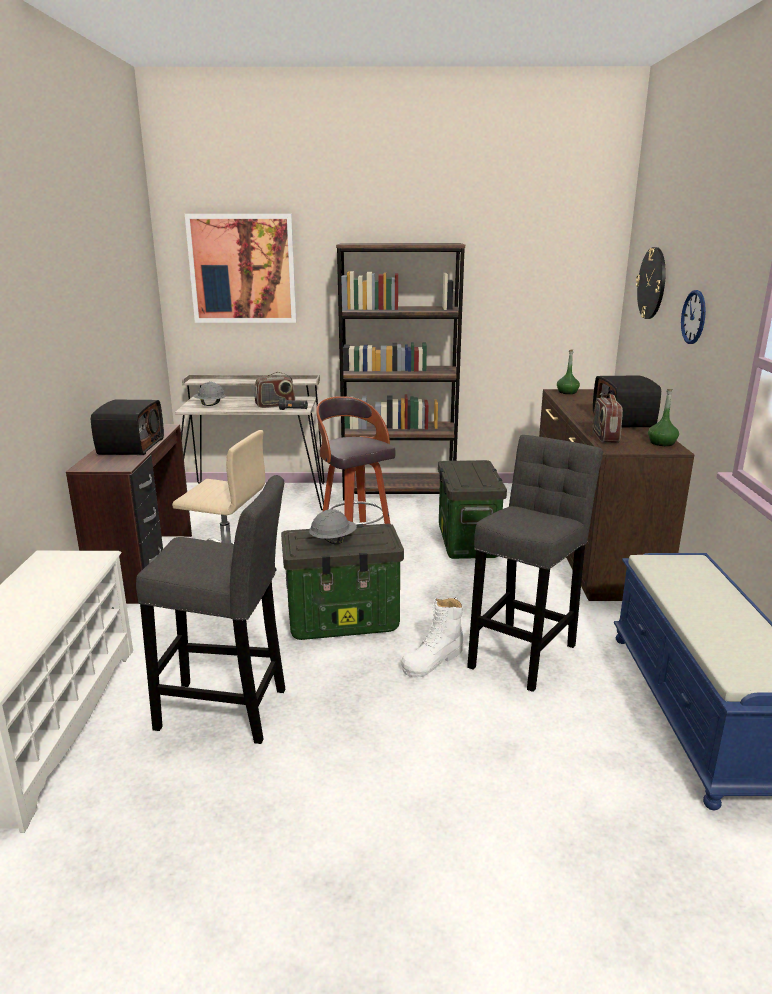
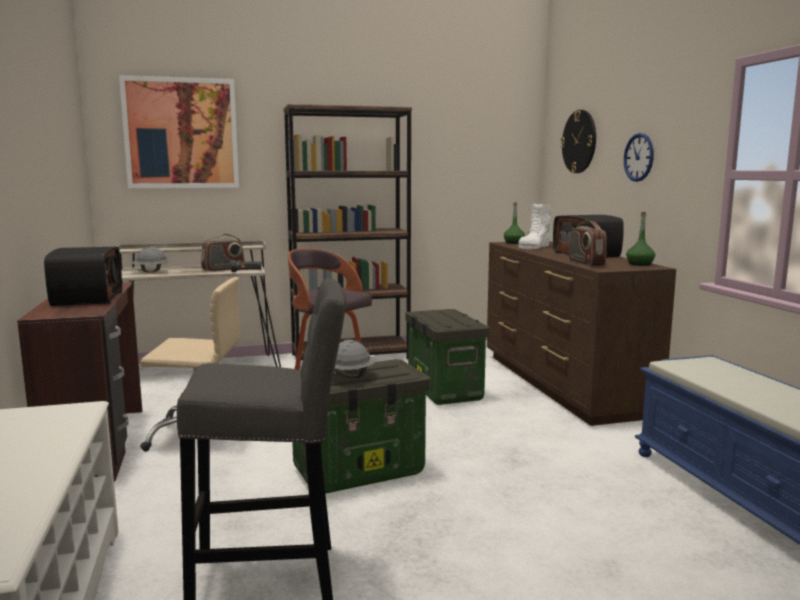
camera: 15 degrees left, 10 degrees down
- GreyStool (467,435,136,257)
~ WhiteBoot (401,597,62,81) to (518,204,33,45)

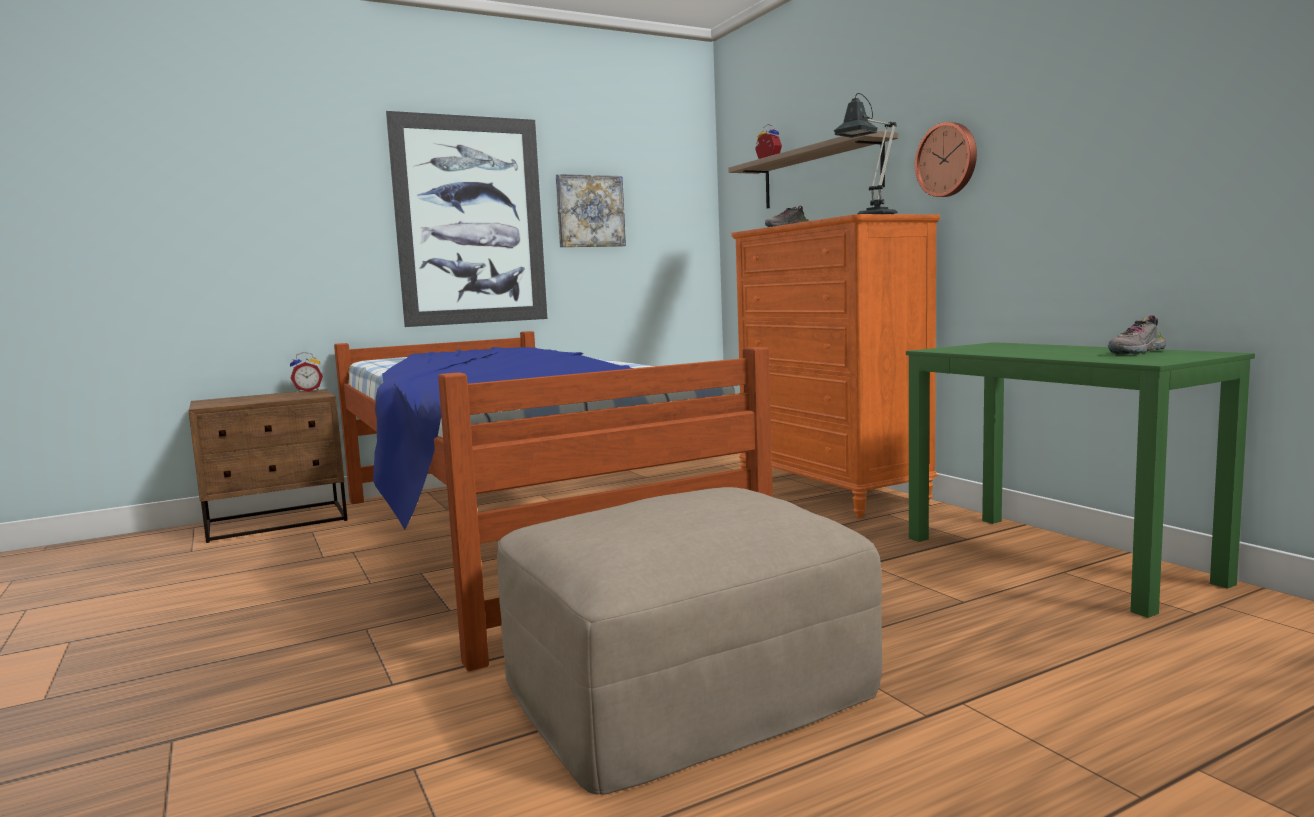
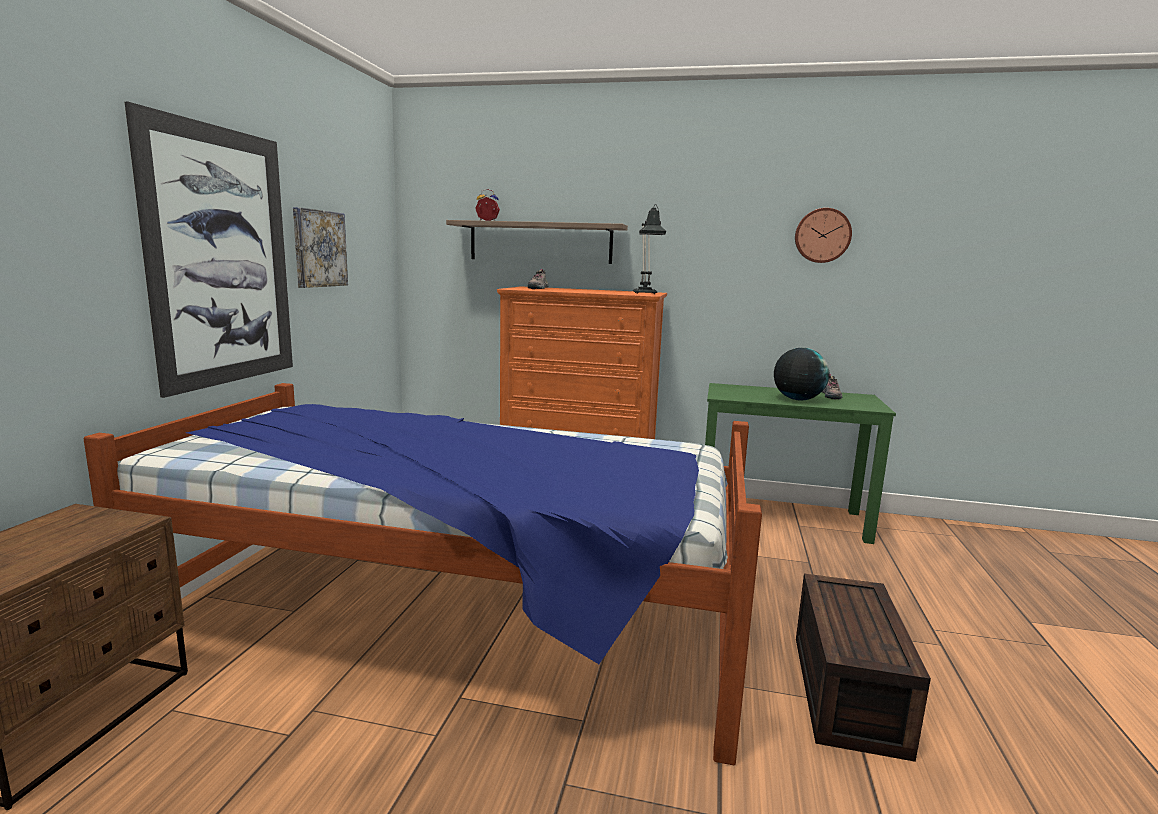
camera: 50 degrees left, 5 degrees up
~ WallClock (915,122,62,75) to (795,208,57,55)
- AlarmClock (290,352,33,40)
~ BeigeOttoman (497,487,385,308) to BrownStorageBox (796,574,135,188)
+ Globe (774,348,55,52)

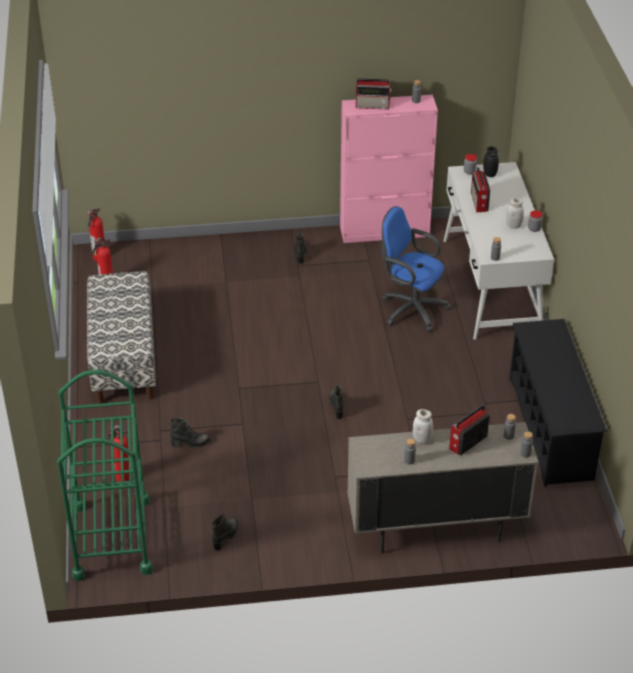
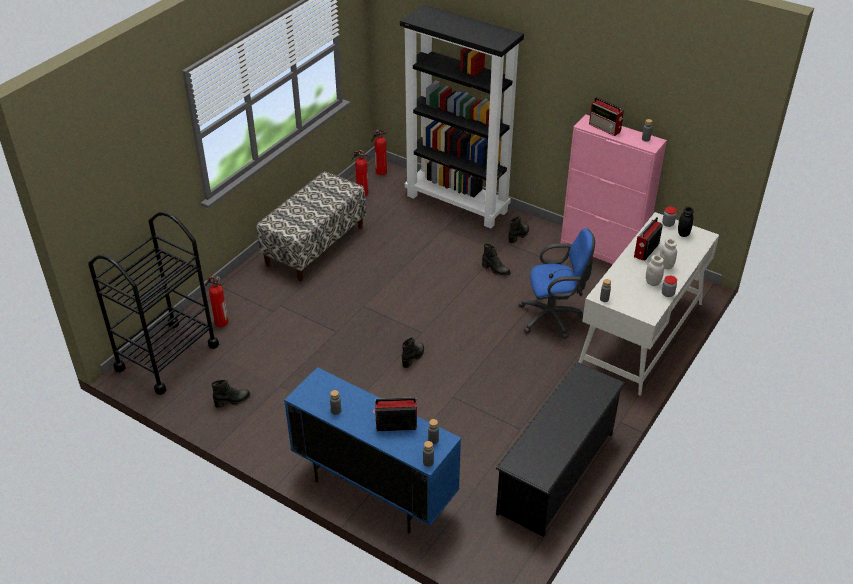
camera: 40 degrees right, 0 degrees up
~ BlueOfficeChair (381,206,70,126) = (519,228,76,111) 105 degrees clockwise
~ GreenCart (57,370,96,211) to BlackCart (88,212,131,183)
~ WhiteJar (413,409,20,35) to (660,239,17,30)
~ BlackBoot (170,418,41,30) to (482,244,29,32)
~ BeigeCabinet (347,422,192,131) to BlueCabinet (284,367,177,166)
+ BlackBookcase (400,5,124,223)

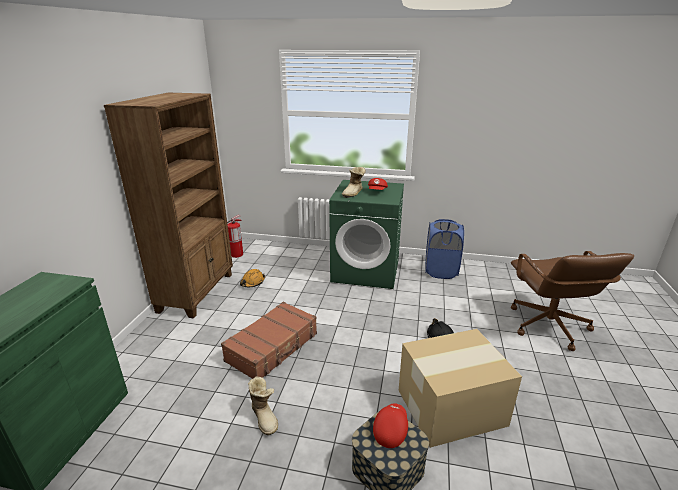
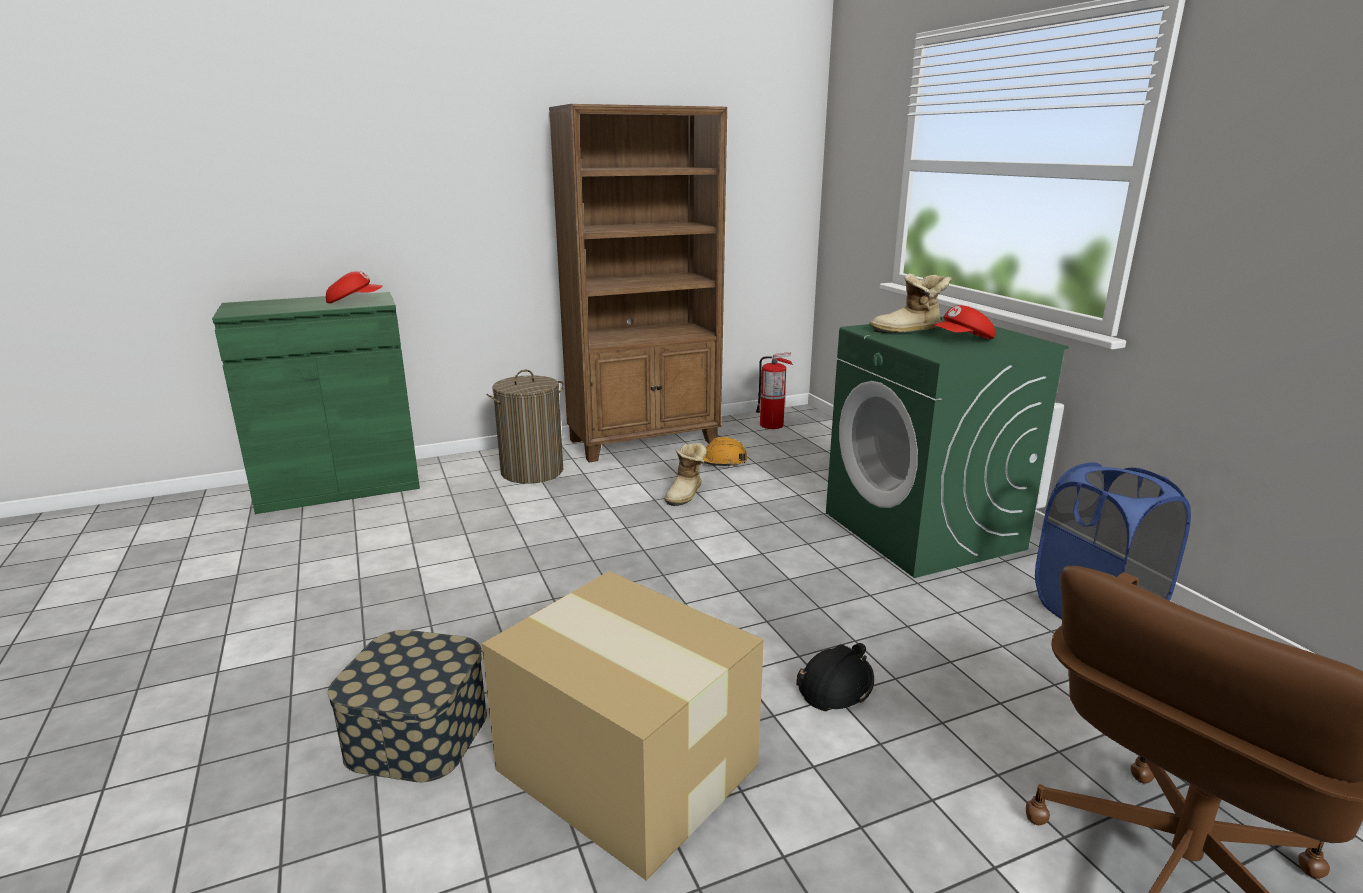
camera: 55 degrees right, 5 degrees down
- BrownSuitcase (221,302,96,77)
~ Boot (248,376,30,59) to (664,443,43,63)
~ RedCap (373,403,35,45) to (326,271,57,32)
+ LaundryBasket (486,370,78,114)

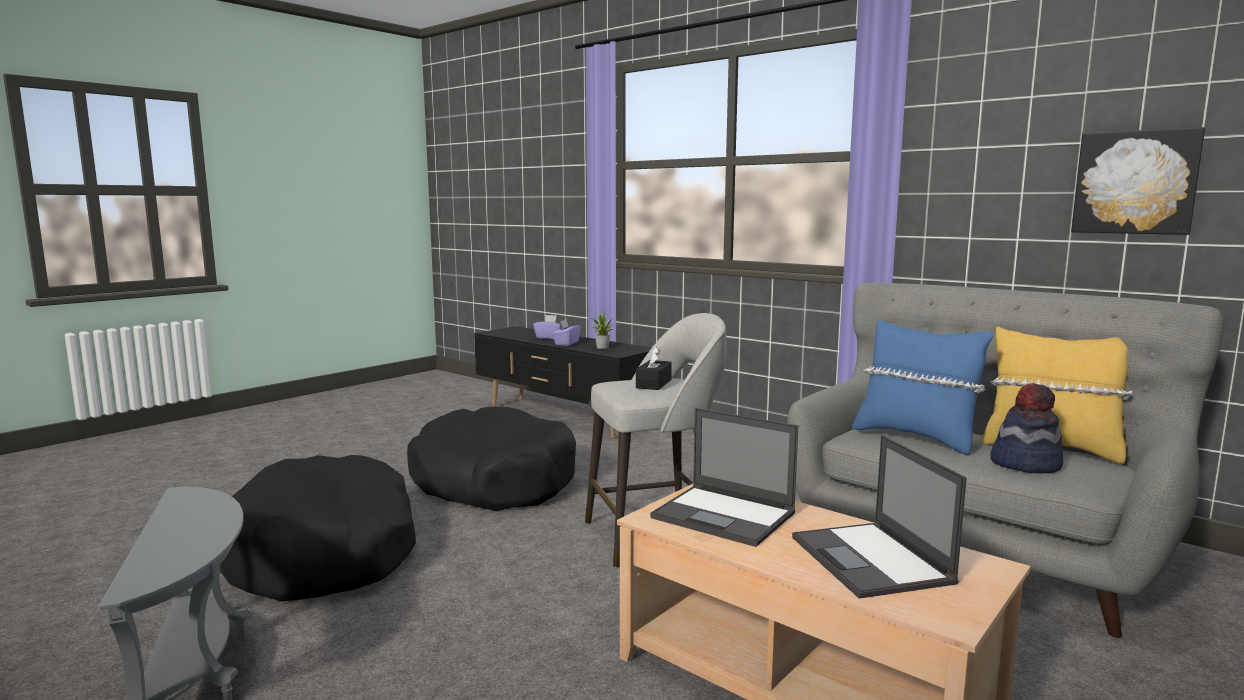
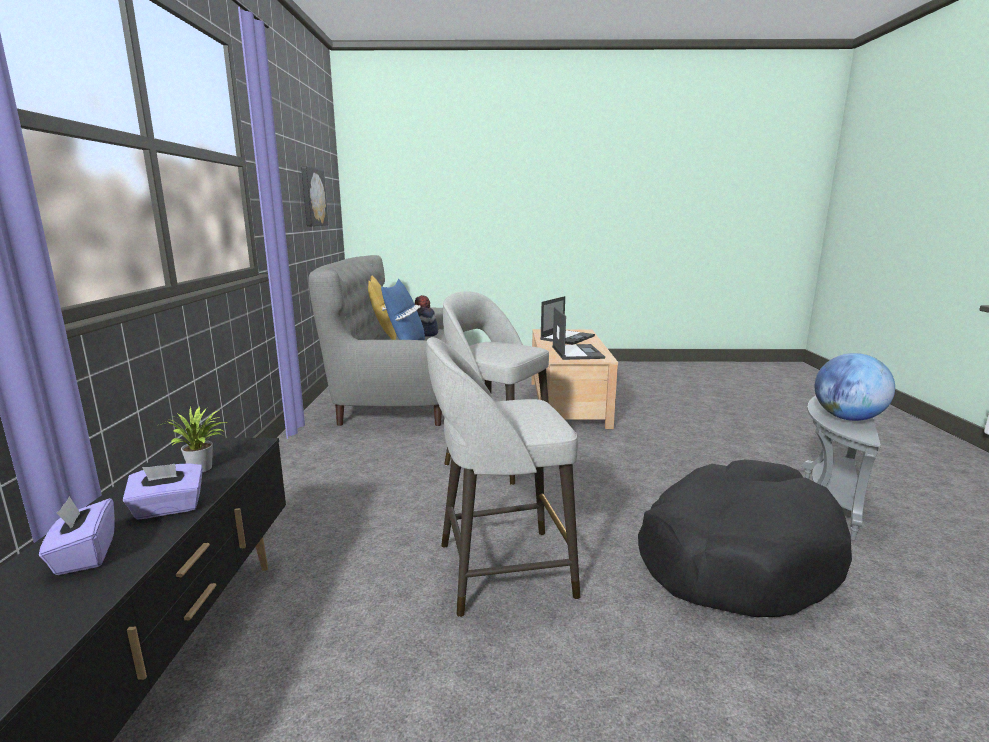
camera: 130 degrees left, 5 degrees up
- BlackTissueBox (636,347,36,43)
~ BlackDogBed (407,407,169,104) to GreyStool (427,337,153,280)
+ Globe (815,353,80,68)

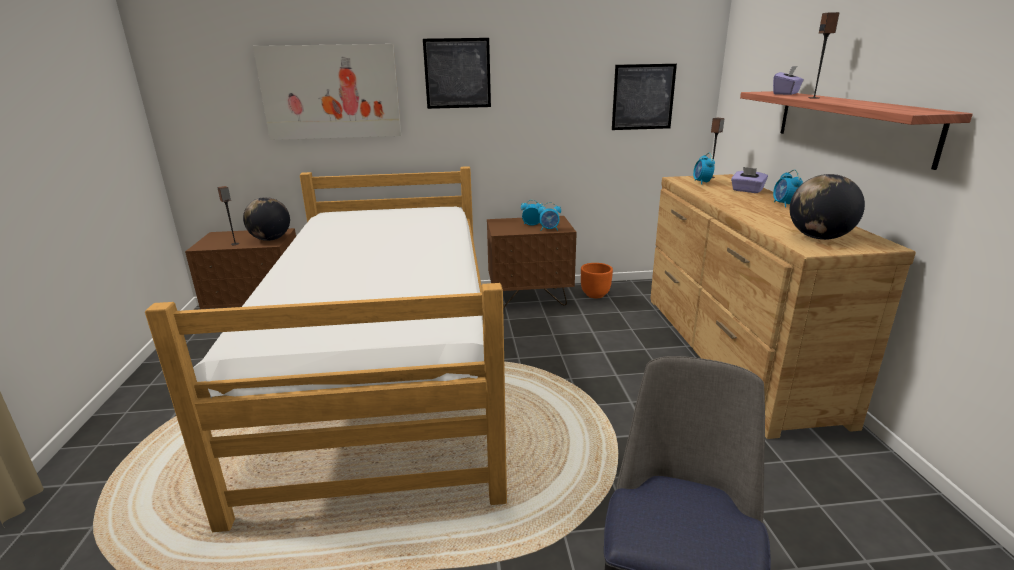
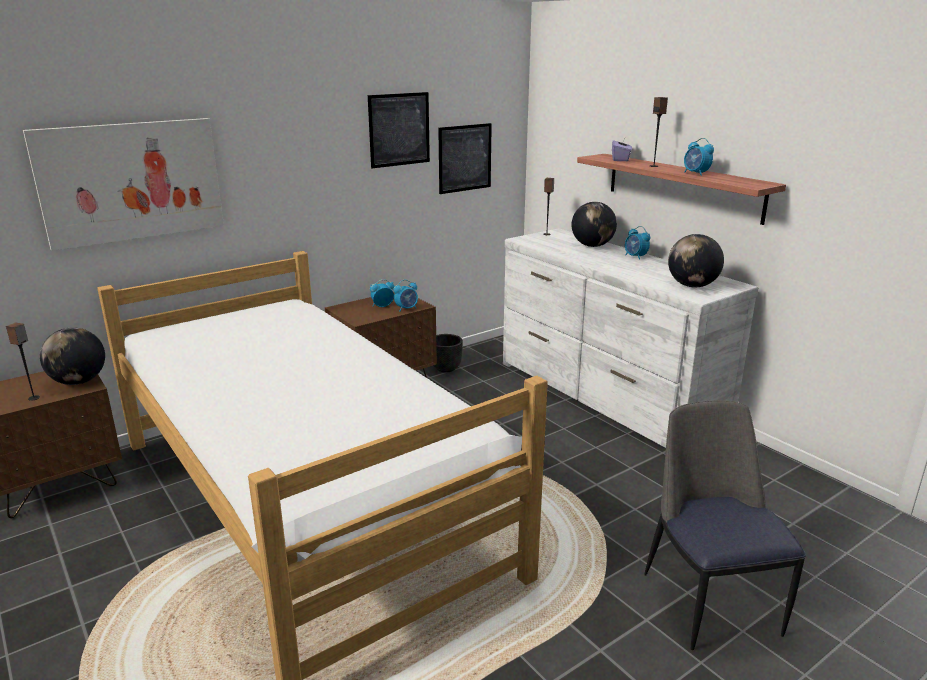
camera: 30 degrees left, 0 degrees up
~ Picture (423,38,68,71) to (368,92,62,76)
~ AlarmClock (693,153,22,32) to (684,138,30,38)
~ PurpleTissueBox (731,167,37,26) to Globe (572,202,45,45)
~ BrownDresser (650,174,266,265) to WhiteDresser (503,228,256,220)
~ OrangePlanter (581,263,32,35) to BlackPlanter (433,334,30,38)

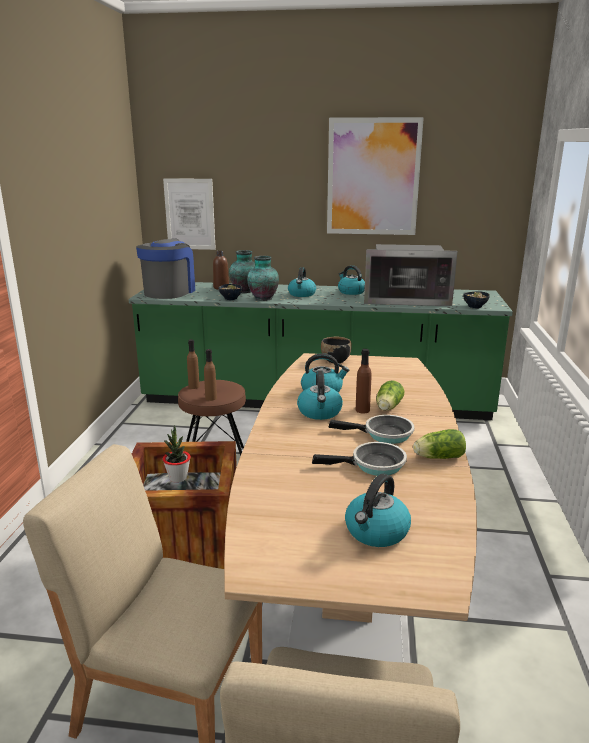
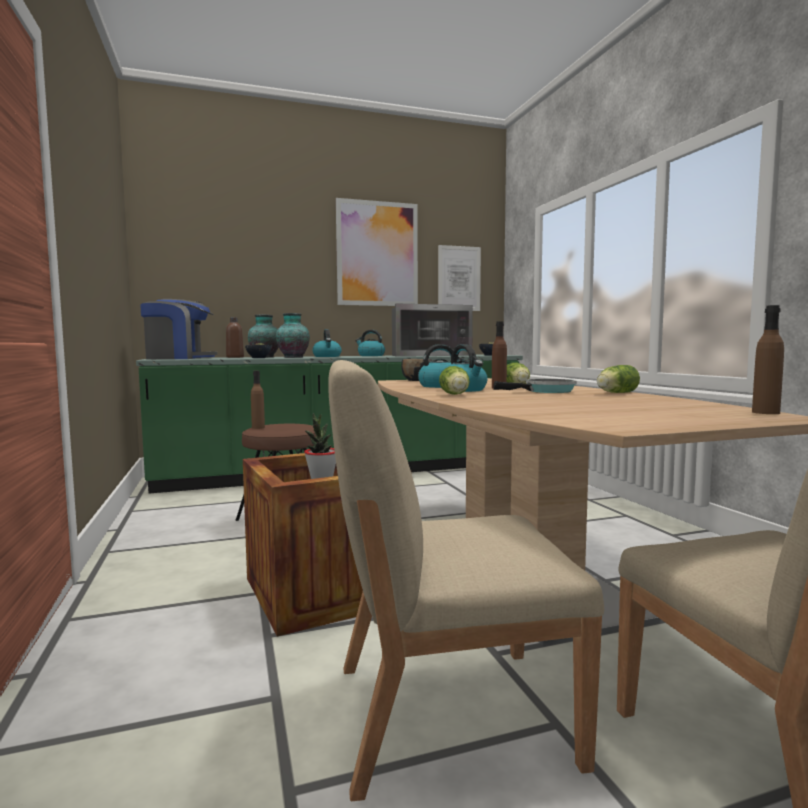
camera: 25 degrees left, 15 degrees down
~ Picture (163,178,53,72) to (438,245,43,66)
~ CoffeeMachine (136,239,59,60) = (140,299,77,60) 90 degrees clockwise
~ BrownBottle (204,349,13,52) to (752,305,32,109)
- FryingPan (312,442,95,34)
- Kettle (345,474,66,73)
+ Lettuce (439,366,31,29)

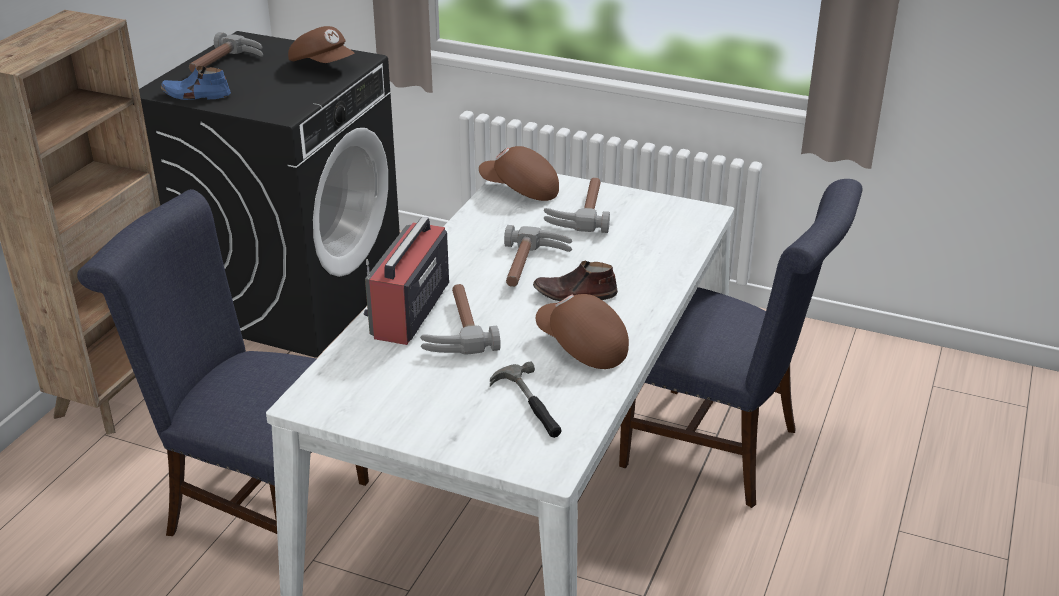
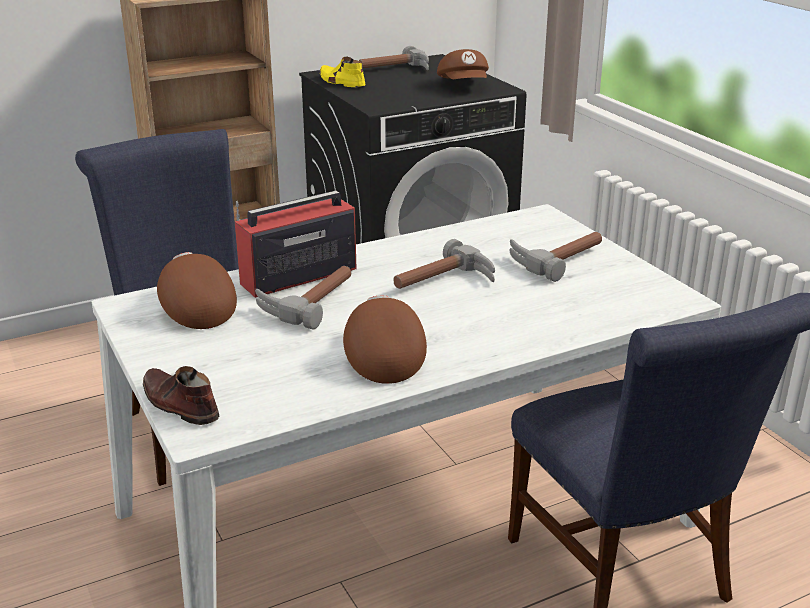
camera: 40 degrees right, 5 degrees down
~ BlueShoe (160,66,71,34) to YellowShoe (320,56,45,31)
~ BrownCap (479,146,80,55) to (157,252,80,77)
~ BrownShoe (533,261,85,40) to (143,366,76,59)
- Hammer (490,361,71,77)

